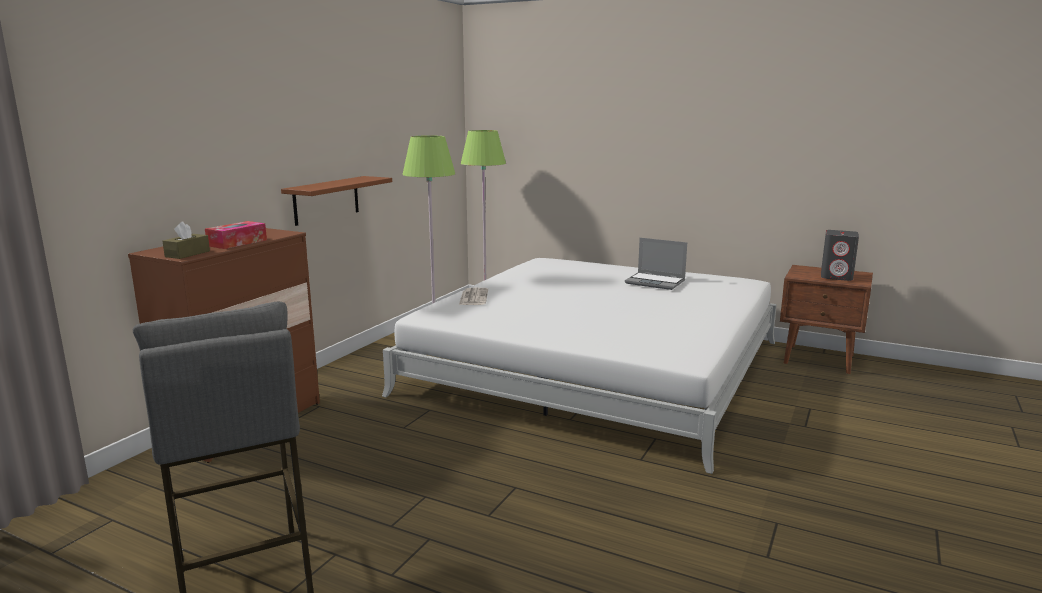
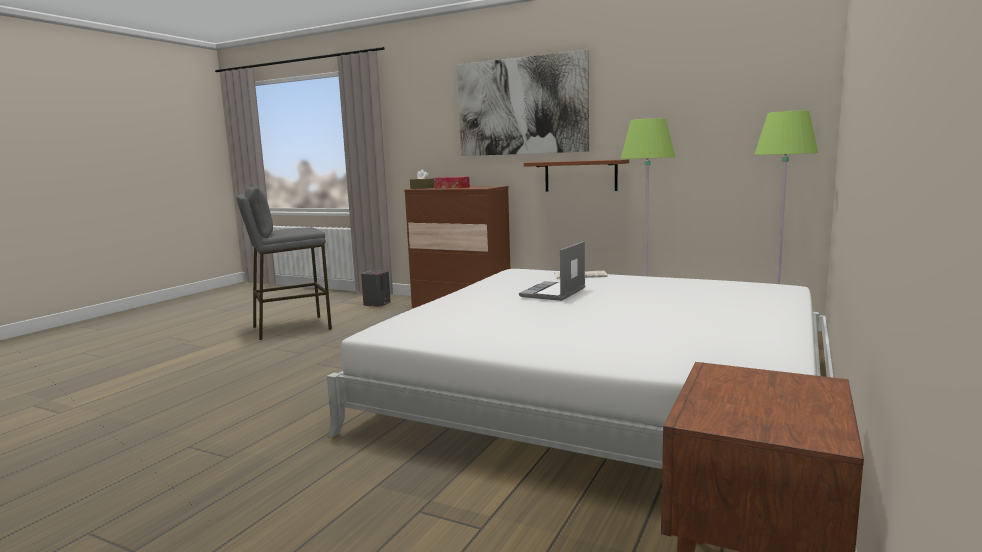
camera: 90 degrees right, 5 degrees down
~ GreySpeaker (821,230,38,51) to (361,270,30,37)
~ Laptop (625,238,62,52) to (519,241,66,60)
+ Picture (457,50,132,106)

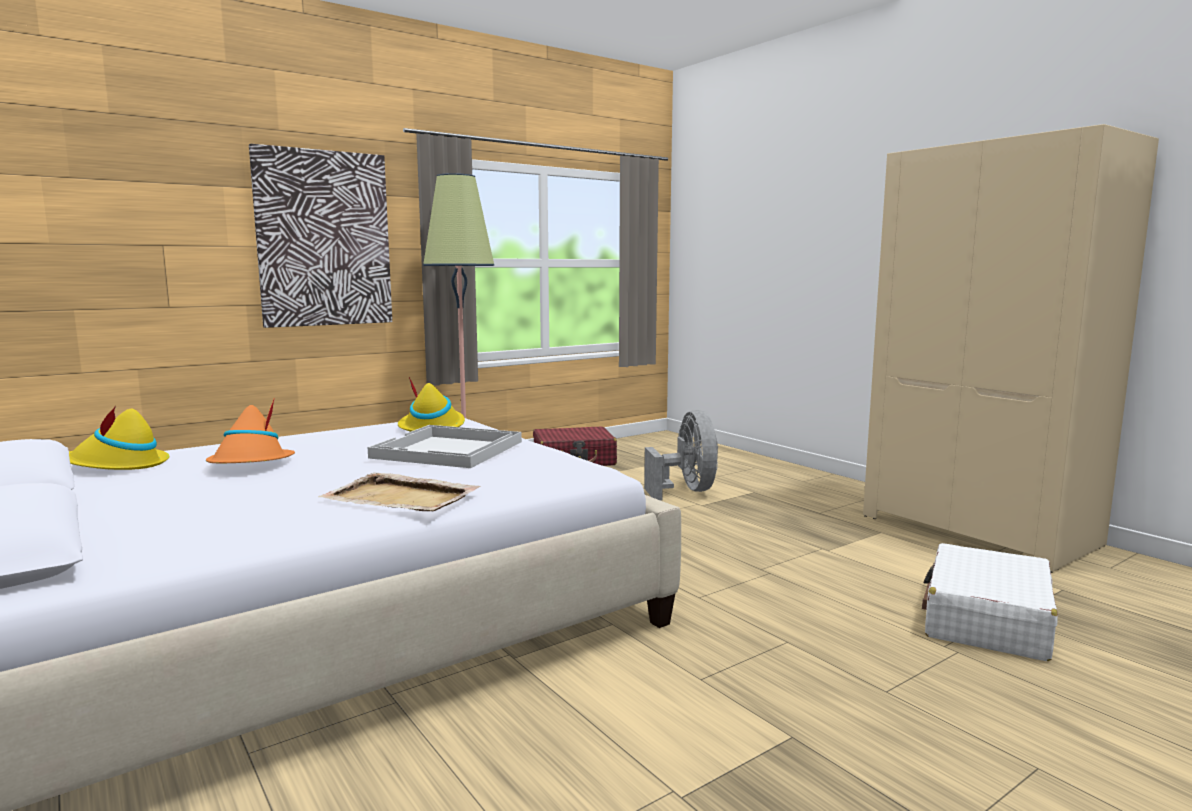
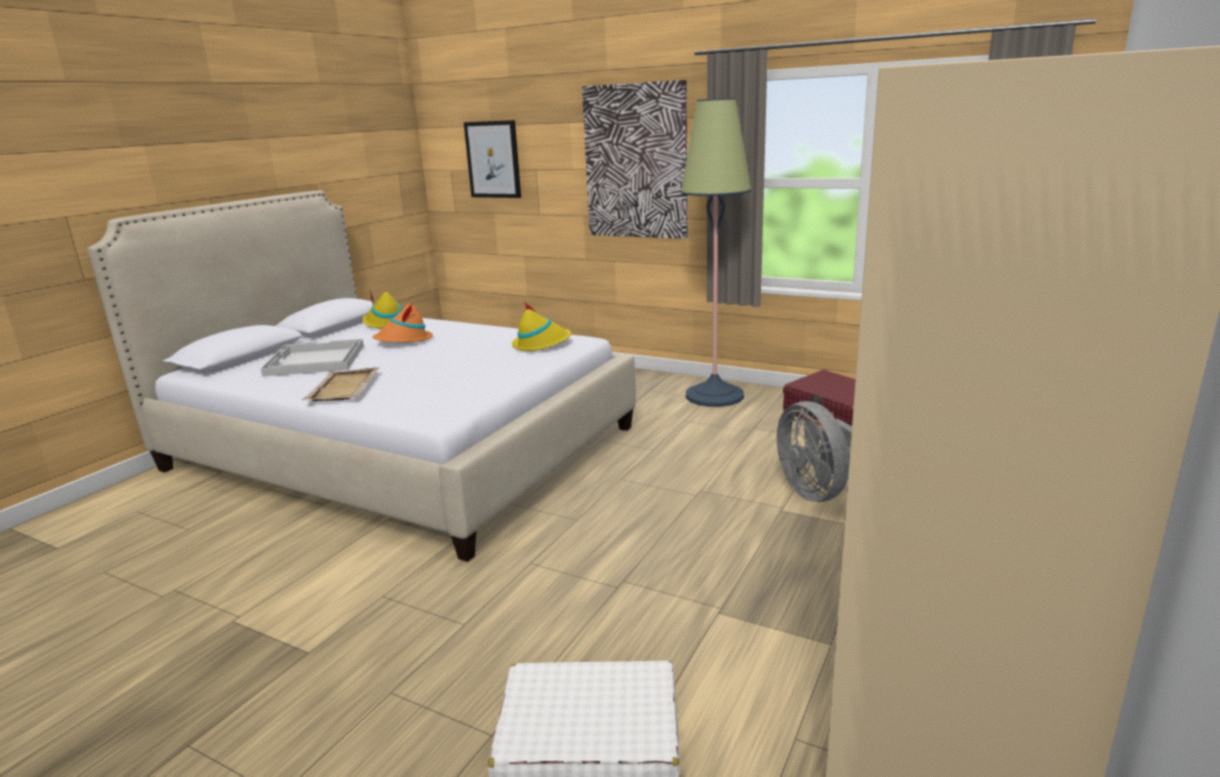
camera: 65 degrees right, 10 degrees up
~ GreyFan (644,410,74,90) = (777,401,75,101) 105 degrees clockwise
~ WhiteTray (368,425,154,43) to (261,339,103,38)
+ Picture (464,120,57,78)

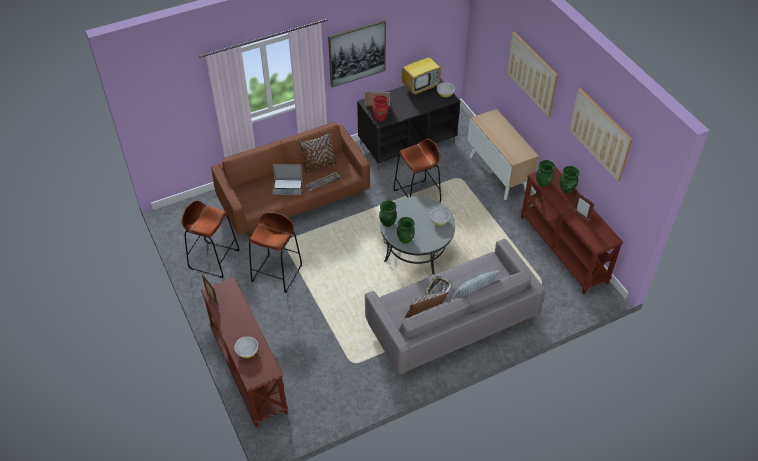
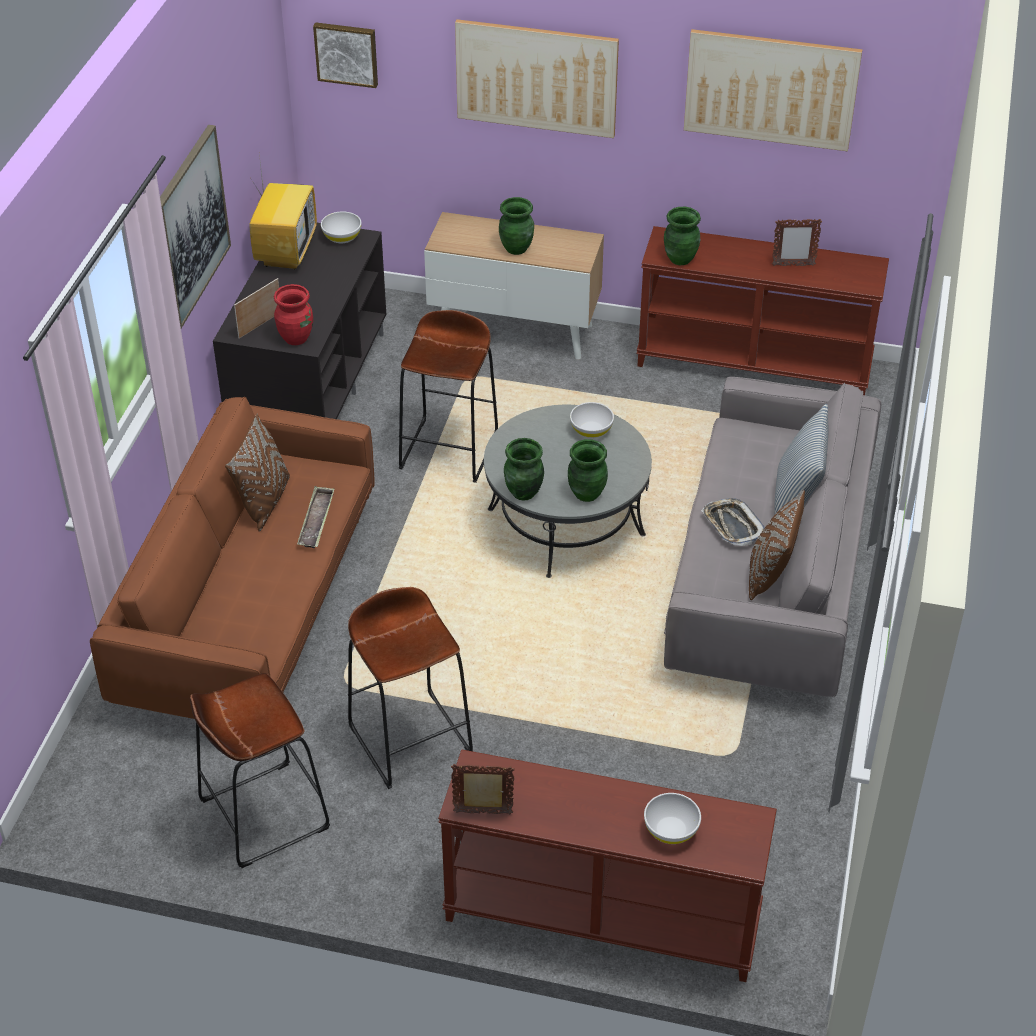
camera: 50 degrees left, 5 degrees down
- Laptop (272,164,31,31)
~ GreenVase (560,166,19,27) to (499,197,35,58)
+ Picture (313,22,65,66)

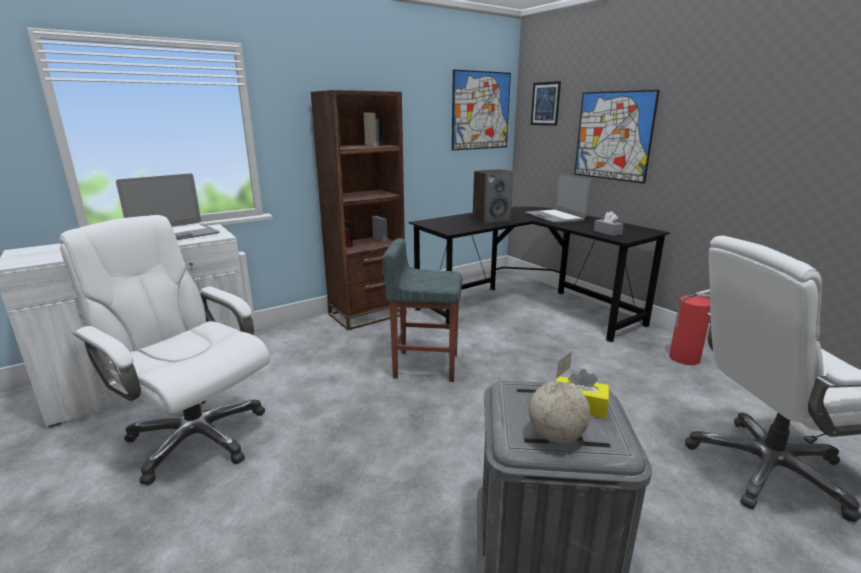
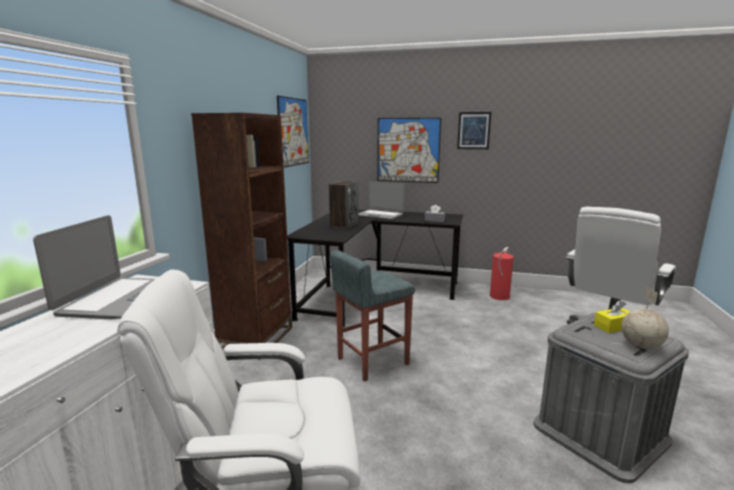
camera: 40 degrees left, 5 degrees down
~ Picture (531,81,30,45) to (457,112,34,37)

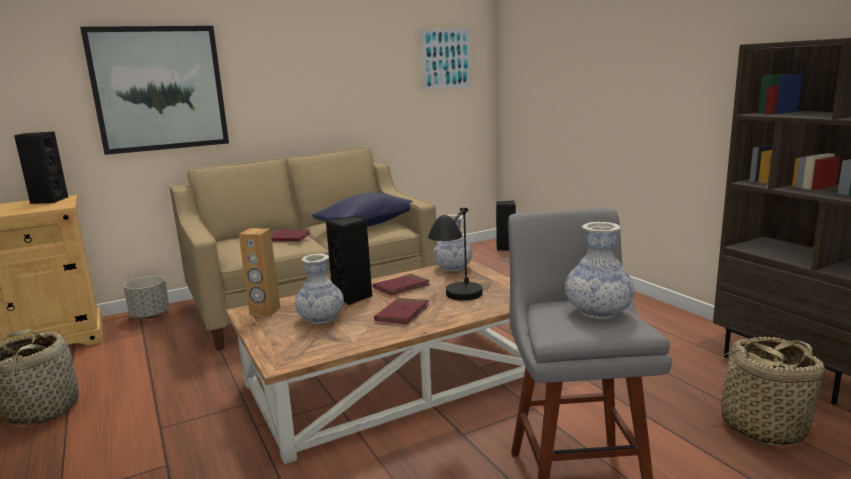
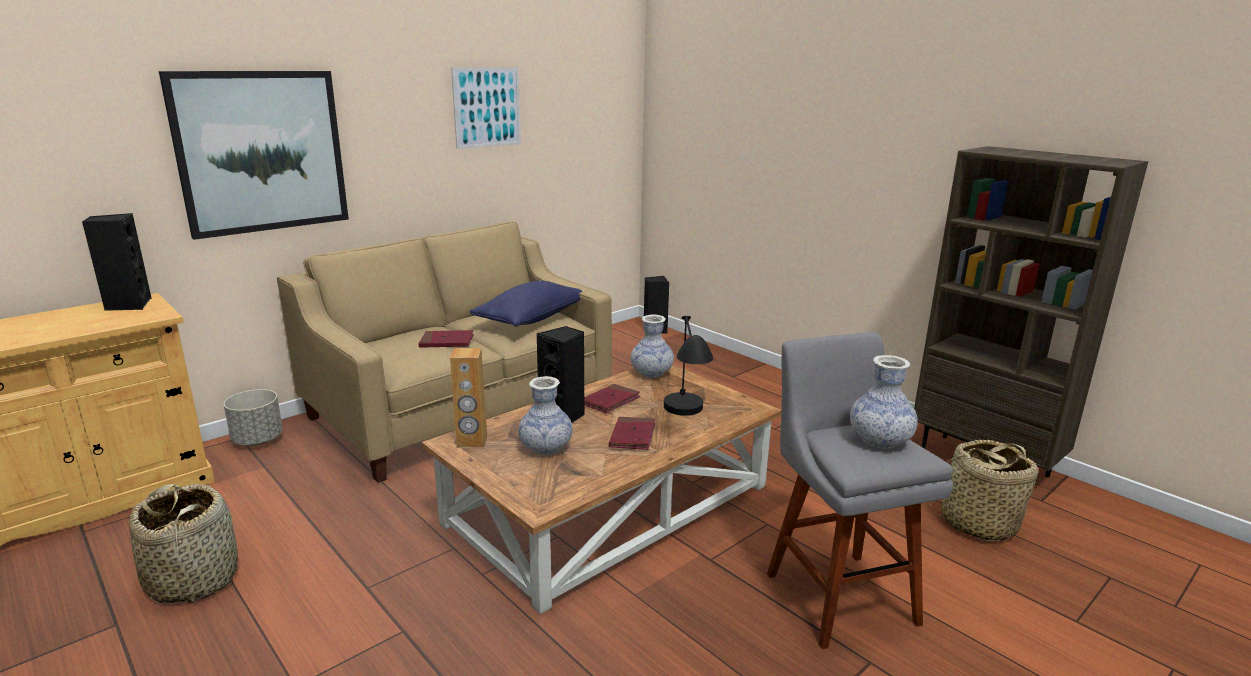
camera: 15 degrees left, 5 degrees up
~ Picture (420,29,52,61) to (451,67,70,82)

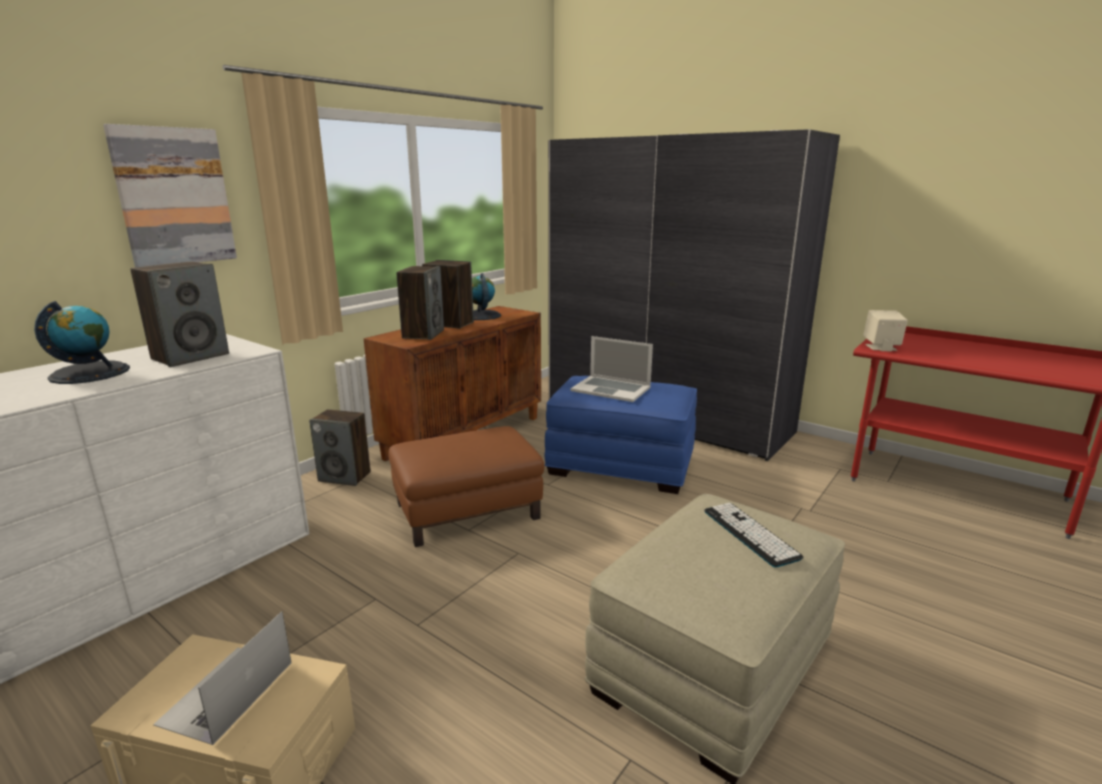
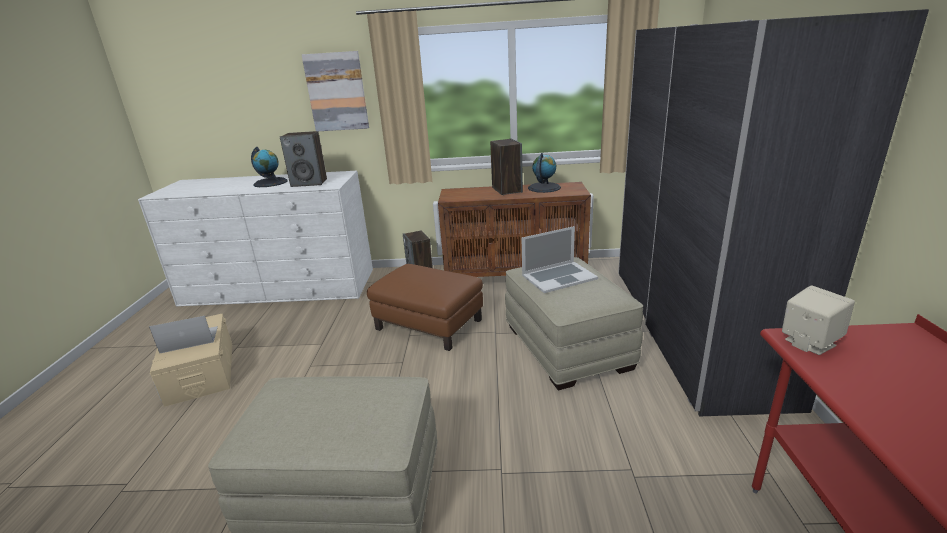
camera: 55 degrees right, 5 degrees up
- Speaker (396,266,48,74)
~ Laptop (570,336,83,66) = (522,226,76,67) 105 degrees counterclockwise
~ BlueOttoman (545,376,152,118) to BeigeOttoman (505,257,138,133)
- Keyboard (704,503,100,64)

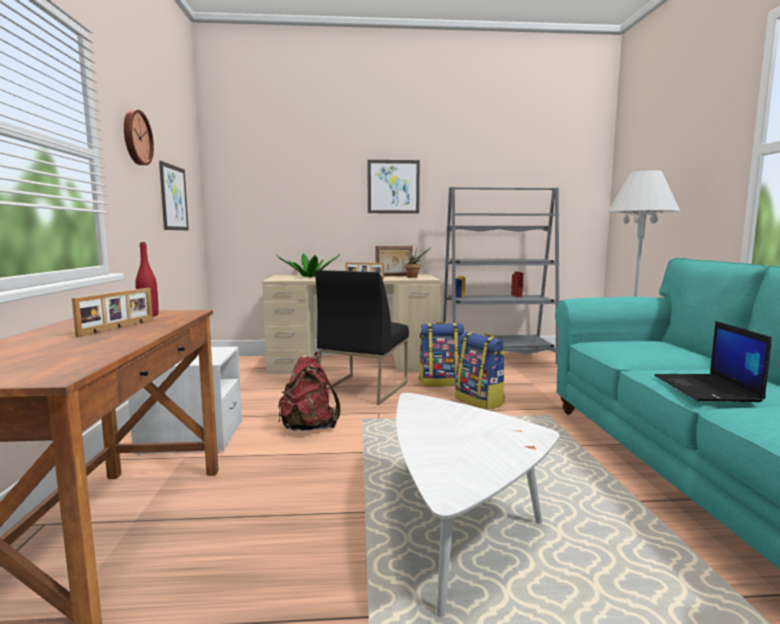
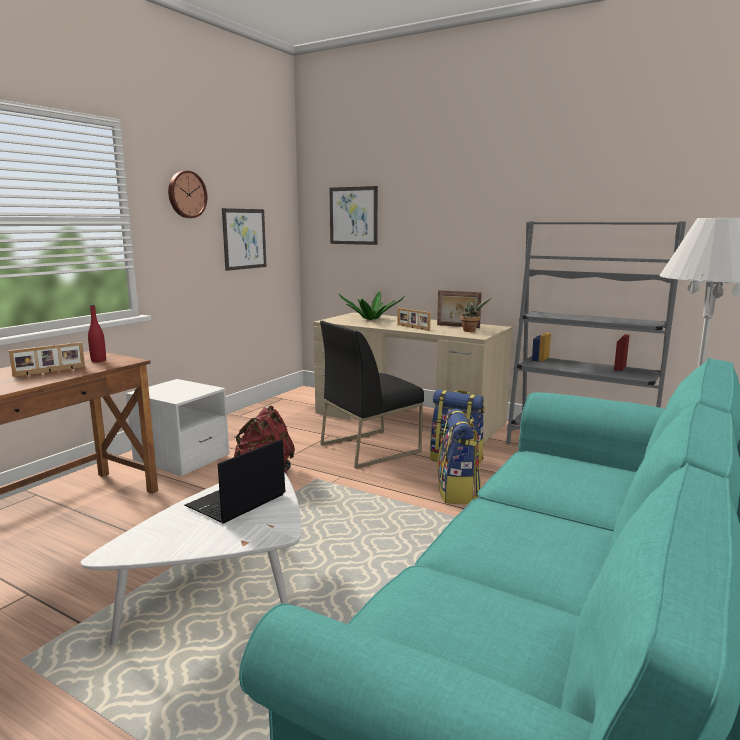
camera: 35 degrees right, 5 degrees up
~ Picture (367,160,53,53) to (330,186,48,59)
~ Laptop (654,321,118,81) to (184,439,101,85)

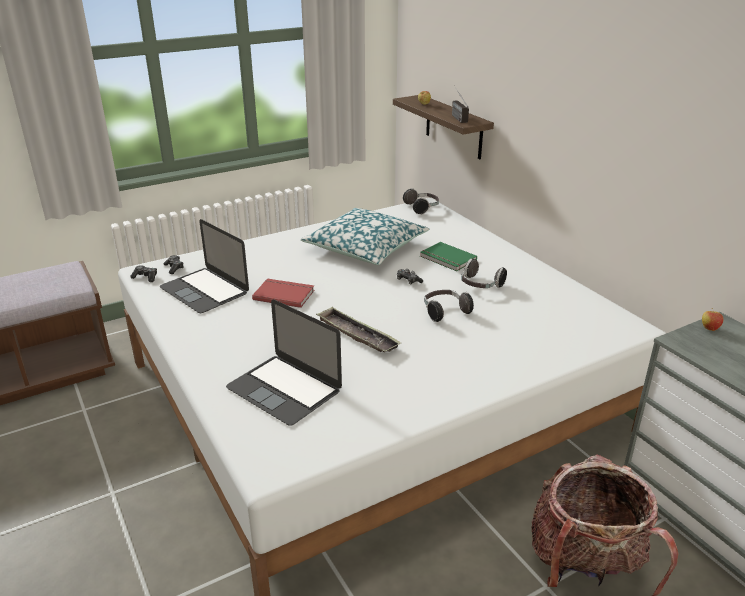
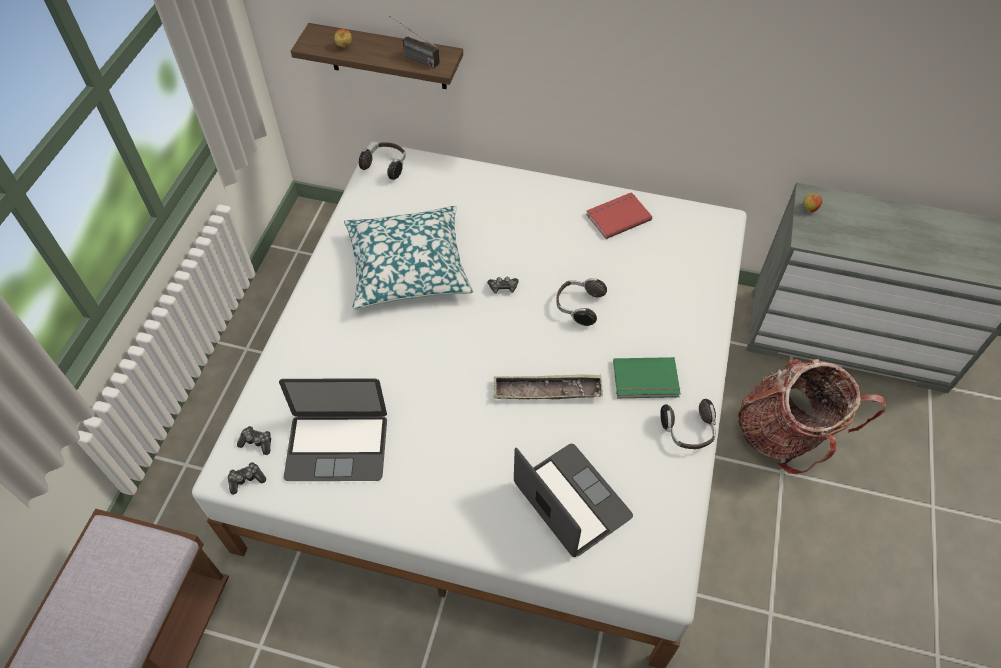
camera: 45 degrees left, 25 degrees up
~ GreenBook (420,242,57,29) to (613,357,68,41)
~ Headphones (461,259,46,29) to (660,399,56,50)
~ RedBook (252,279,62,29) to (586,192,66,47)
~ Laptop (226,299,116,127) = (514,444,119,113) 120 degrees counterclockwise

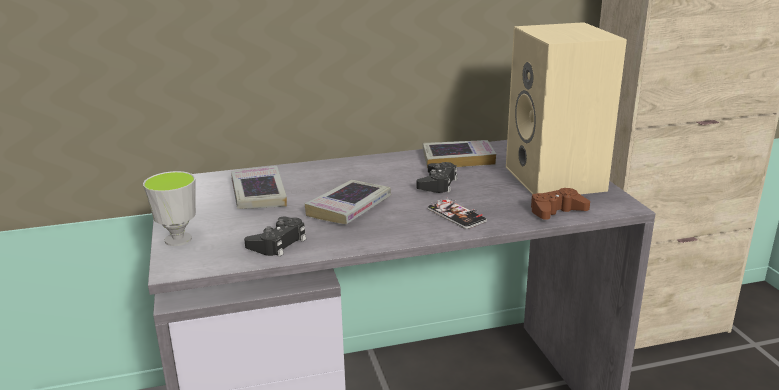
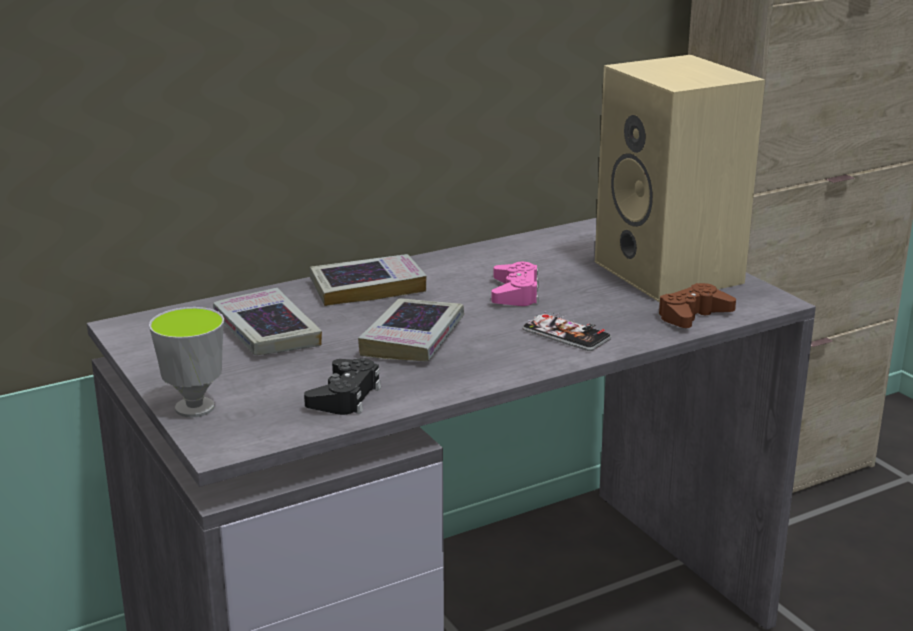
camera: 15 degrees left, 0 degrees up
~ Book (423,140,73,28) to (310,254,117,52)
~ BlackGameController (416,162,42,31) to PinkGameController (492,262,47,44)

